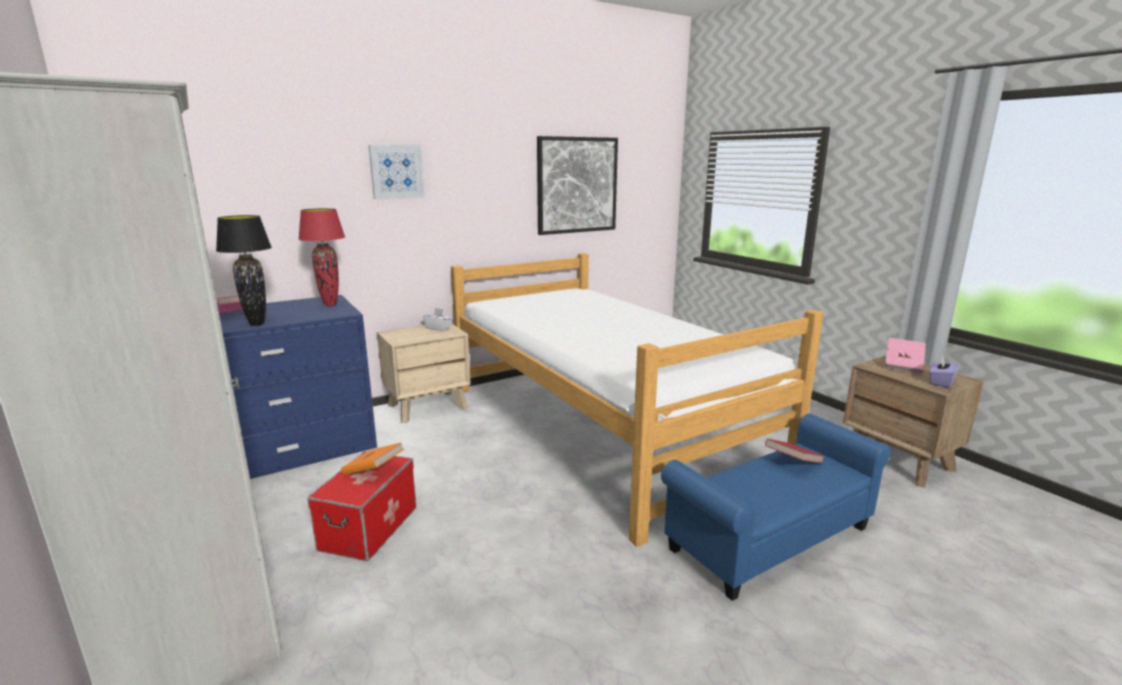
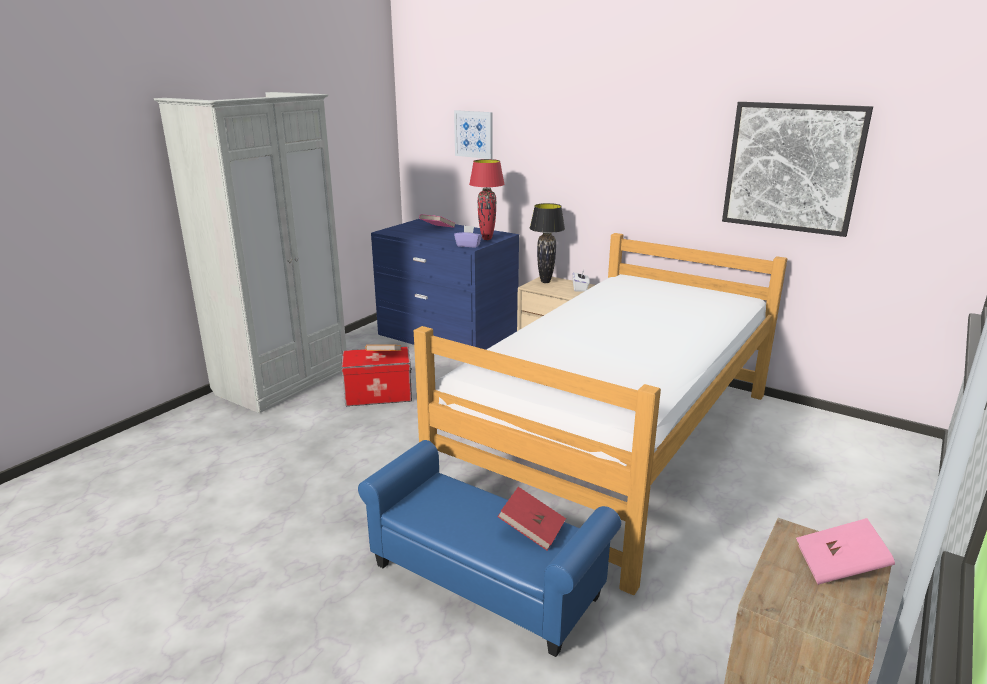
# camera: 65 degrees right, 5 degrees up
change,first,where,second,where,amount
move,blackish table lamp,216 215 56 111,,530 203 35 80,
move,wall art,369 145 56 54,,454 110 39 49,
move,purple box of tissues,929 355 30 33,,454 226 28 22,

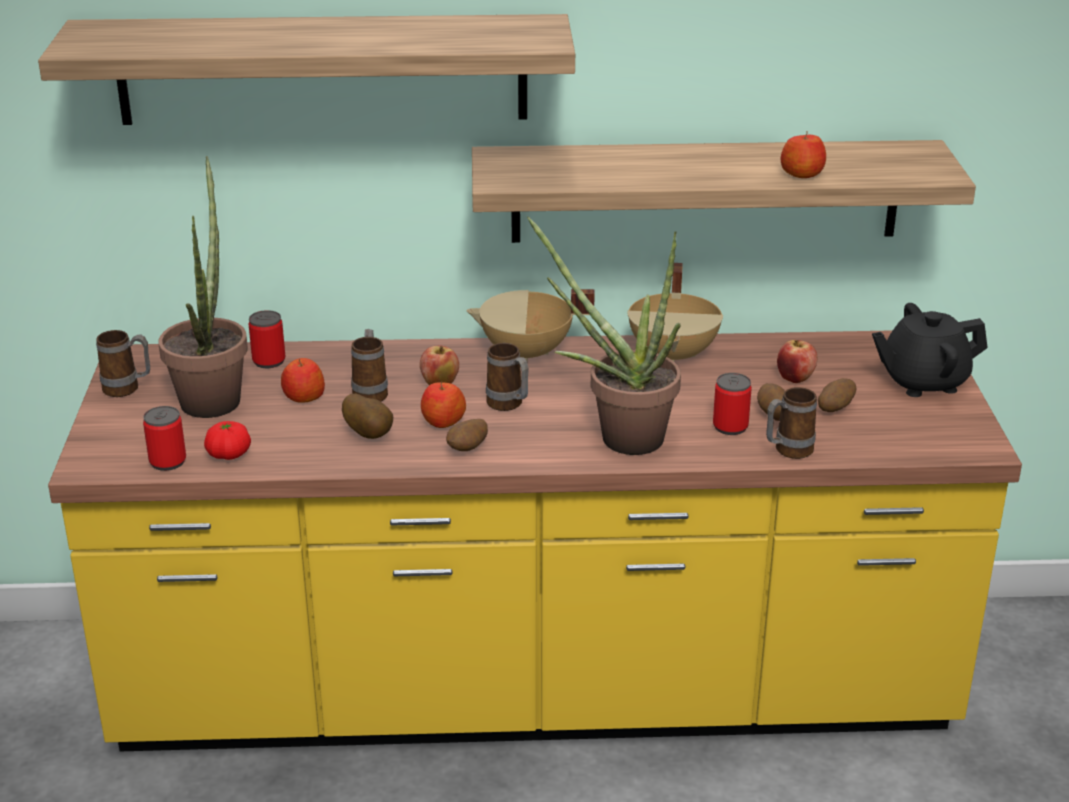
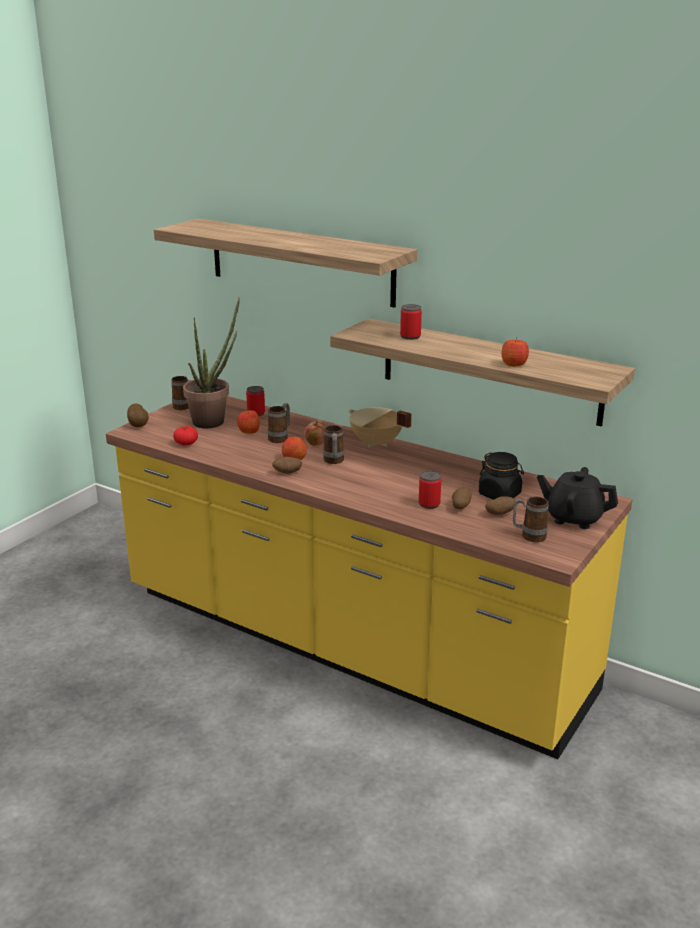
# camera: 35 degrees right, 5 degrees down
change,first,where,second,where,amount
delete,houseplant,527 216 154 239,,,
delete,beige stockpot,628 263 95 98,,,
move,sealed can,143 406 43 65,,400 304 22 36,
move,spud,342 394 51 45,,127 403 22 24,
move,mug,766 387 51 72,,513 497 36 45,
replace,whole apple,777 340 40 43,blackish storage jar,479 452 45 48,

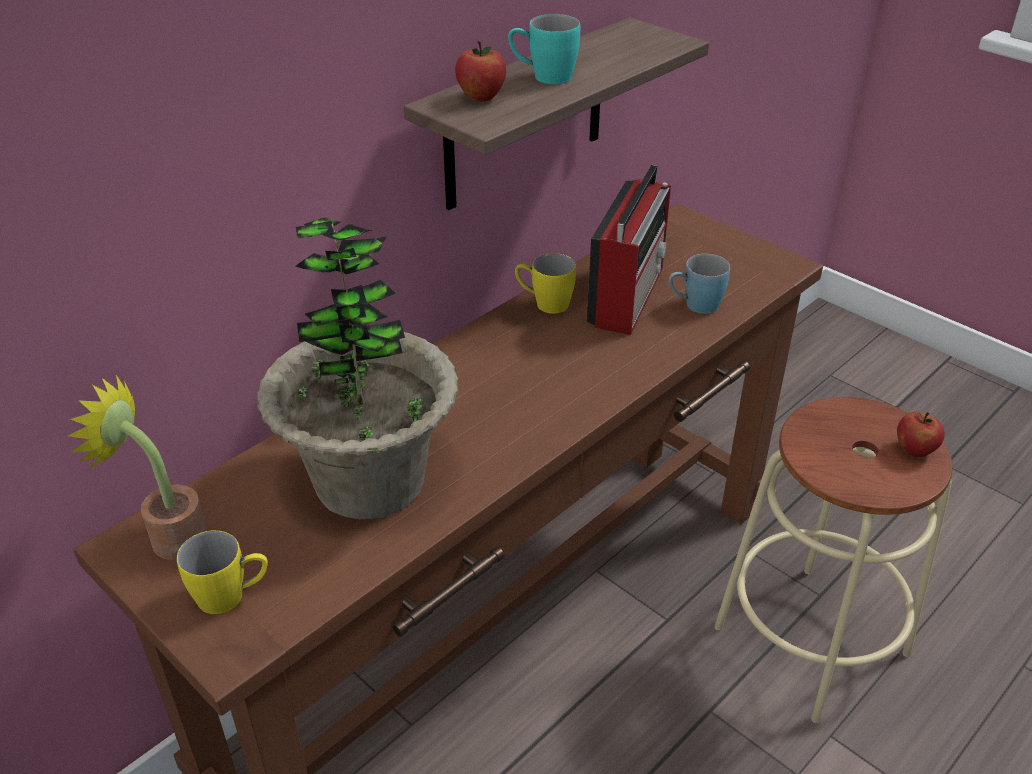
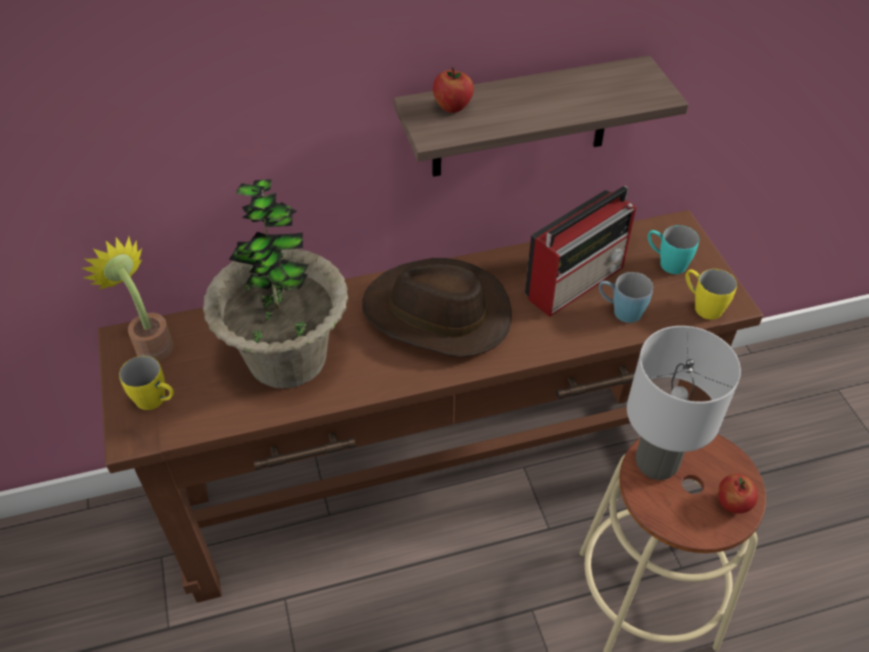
# camera: 30 degrees right, 10 degrees up
change,first,where,second,where,amount
insert,,,brownish hat,362 258 150 100,
insert,,,white-coloured table lamp,627 326 114 154,
move,turquoise-coloured mug,508 14 72 70,,648 225 51 49,
move,yellow-coloured mug,515 253 61 61,,686 269 51 51,

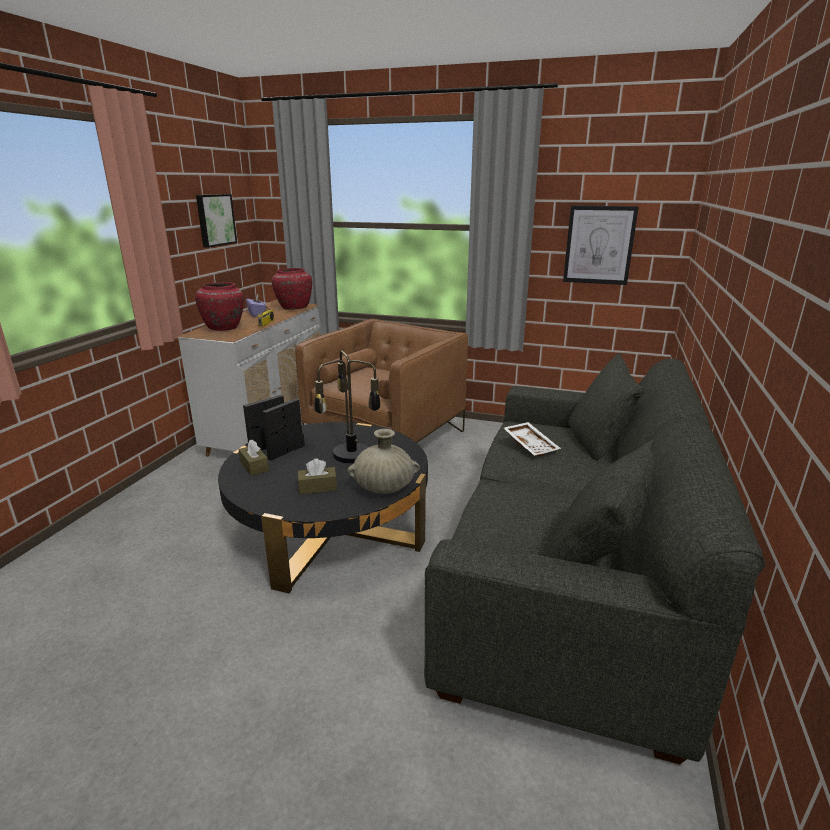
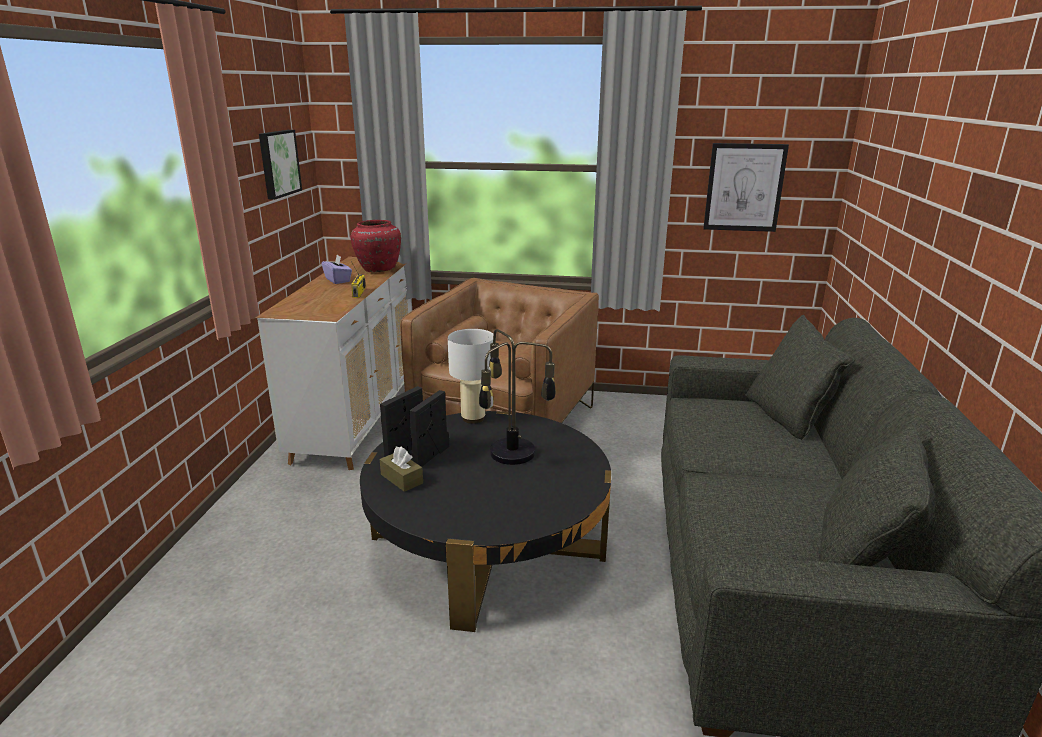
# camera: 10 degrees left, 0 degrees up
change,first,where,second,where,amount
delete,red decorative vase,195 282 49 49,,,
delete,brownish box of tissues,298 458 39 36,,,
delete,beige decorative vase,347 429 73 65,,,
delete,white-coloured tray,504 422 57 34,,,
insert,,,white-coloured table lamp,448 329 45 95,

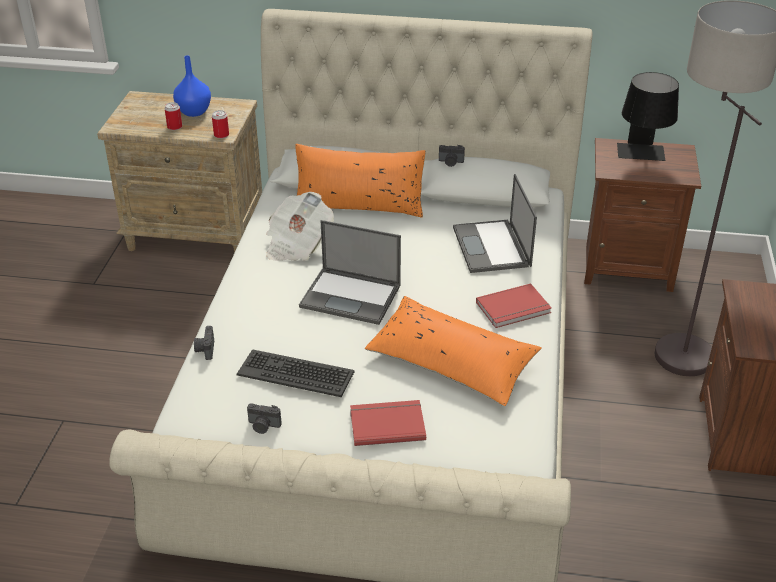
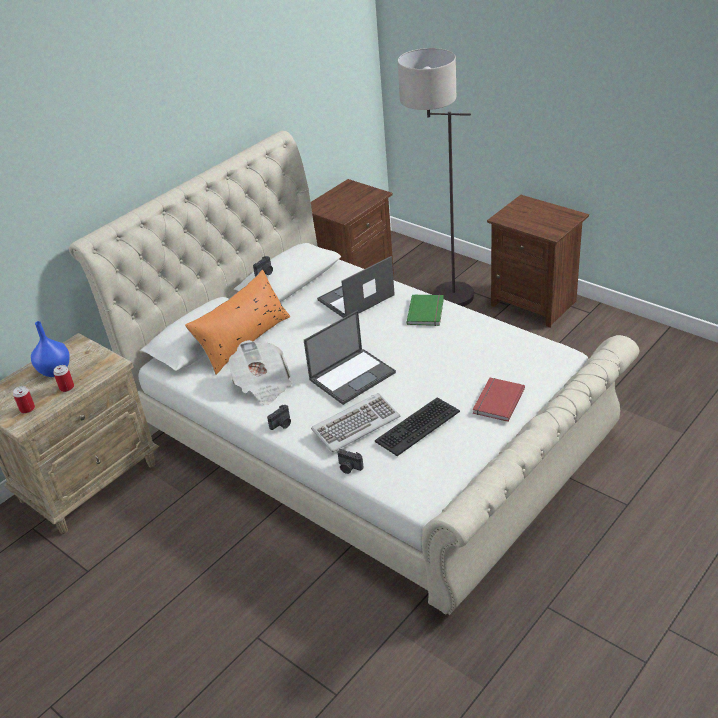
# camera: 55 degrees left, 0 degrees up
change,first,where,second,where,amount
delete,orangey pillow,365 296 177 110,,,
delete,blackish table lamp,617 72 62 89,,,
insert,,,keyboard,311 393 89 59,
move,sealed can,212 110 17 28,,13 386 22 28,
move,photo camera,247 403 35 31,,267 405 24 25,
recolor,red bound book,476 283 76 45,green-coloured bound book,407 295 37 31,
rotate,notebook computer,453 174 84 99,,317 256 78 62,120 degrees clockwise

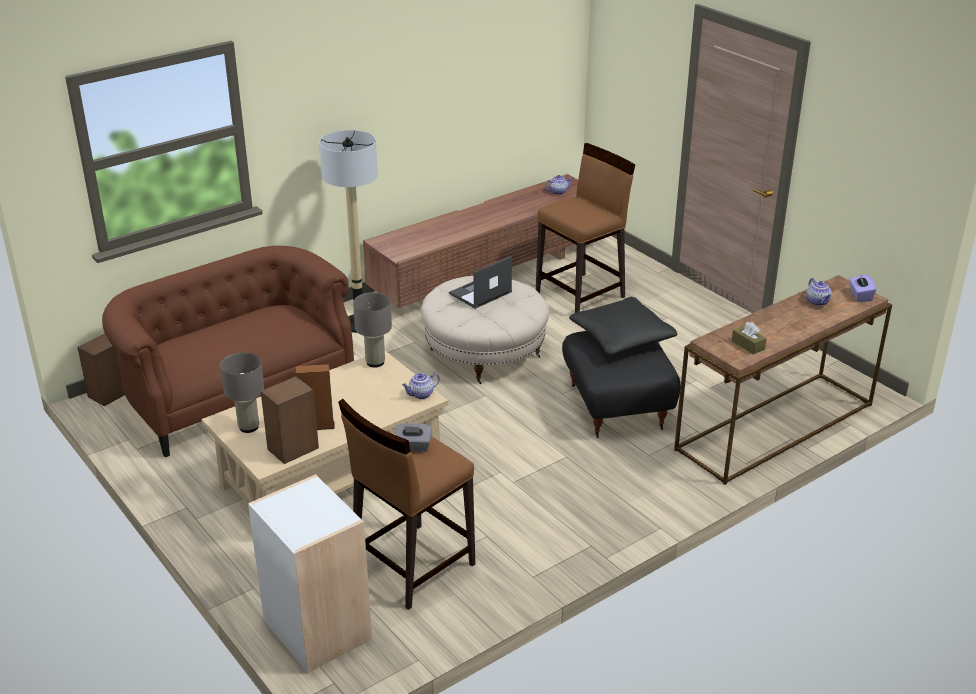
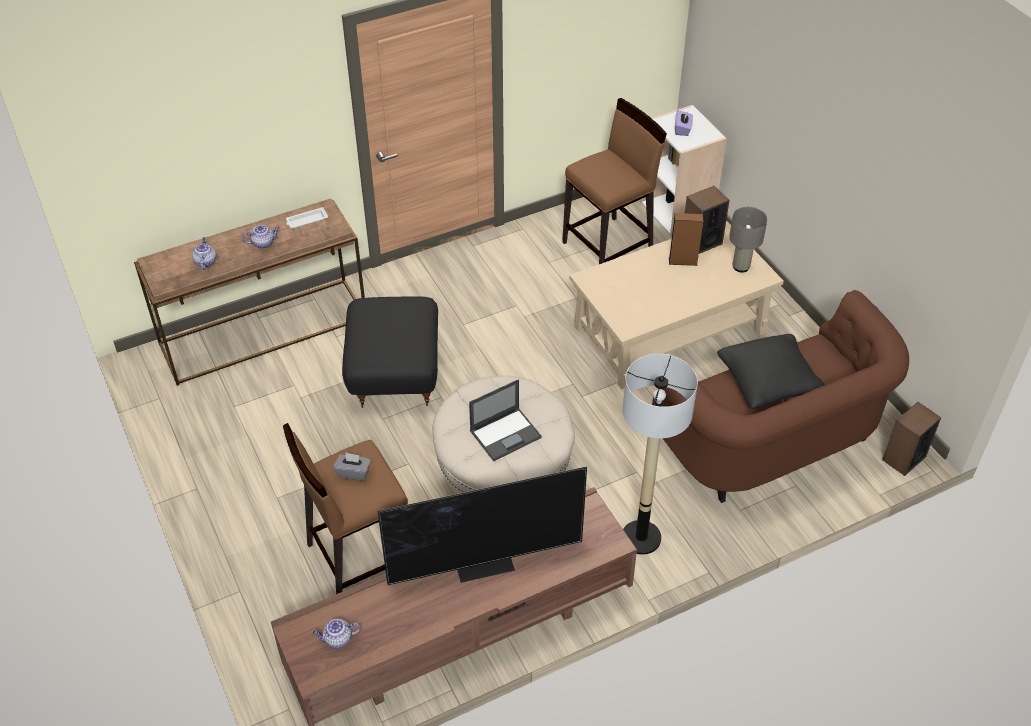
# camera: 170 degrees left, 15 degrees up
change,first,where,second,where,amount
delete,greyish table lamp,353 292 39 76,,,
insert,,,TV,378 466 209 119,
move,greyish box of tissues,395 423 36 29,,333 453 38 28,
move,tea pot,402 373 38 26,,243 225 37 24,
move,blackish pillow,569 297 108 59,,717 334 107 75,
move,purple box of tissues,849 274 27 27,,675 110 18 26,
replace,brownish box of tissues,732 322 35 33,white-coloured tray,286 207 42 21,

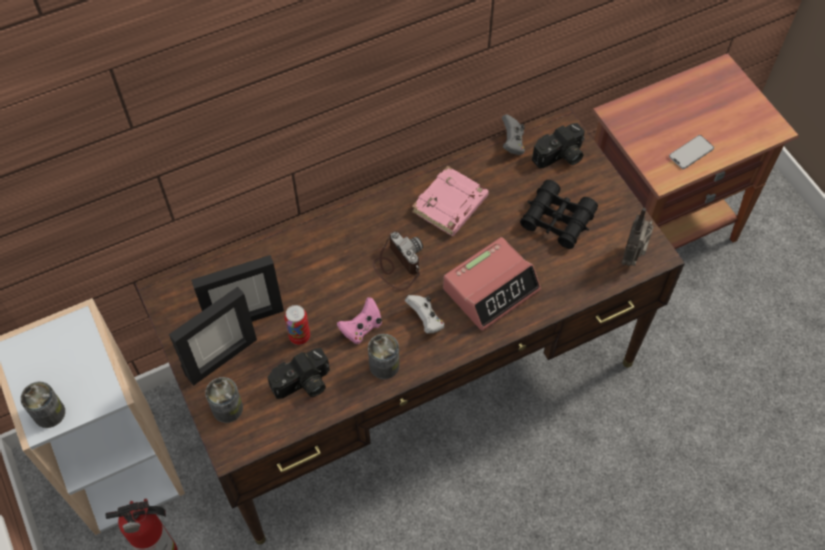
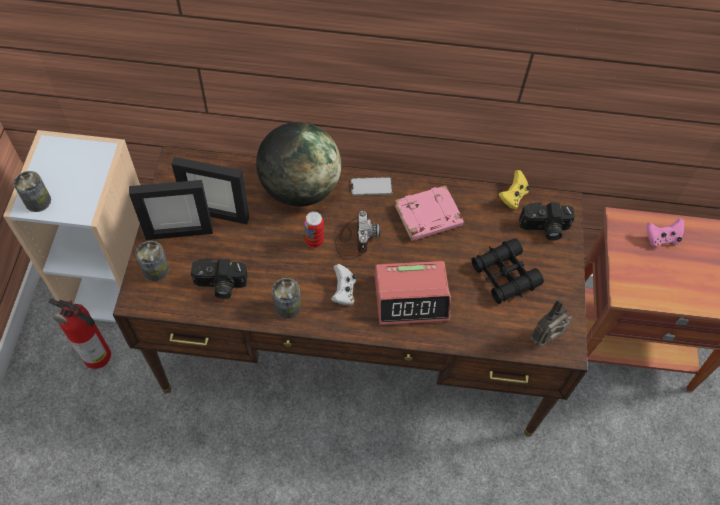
# camera: 30 degrees right, 0 degrees up
change,first,where,second,where,amount
insert,,,globe,256 122 85 85,
move,sealed can,285 305 25 40,,304 211 20 37,
move,pink gamepad,337 297 45 47,,647 218 37 30,
move,telephone,669 135 45 34,,351 177 42 19,
recolor,greyish gamepad,502 114 23 41,yellow-coloured gamepad,499 170 32 39,

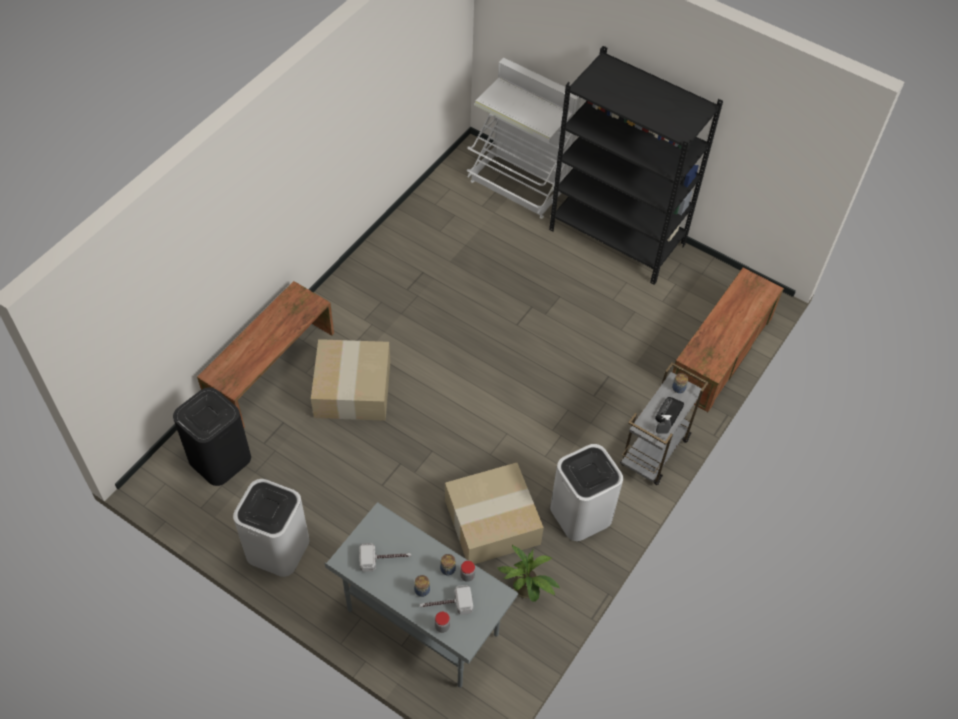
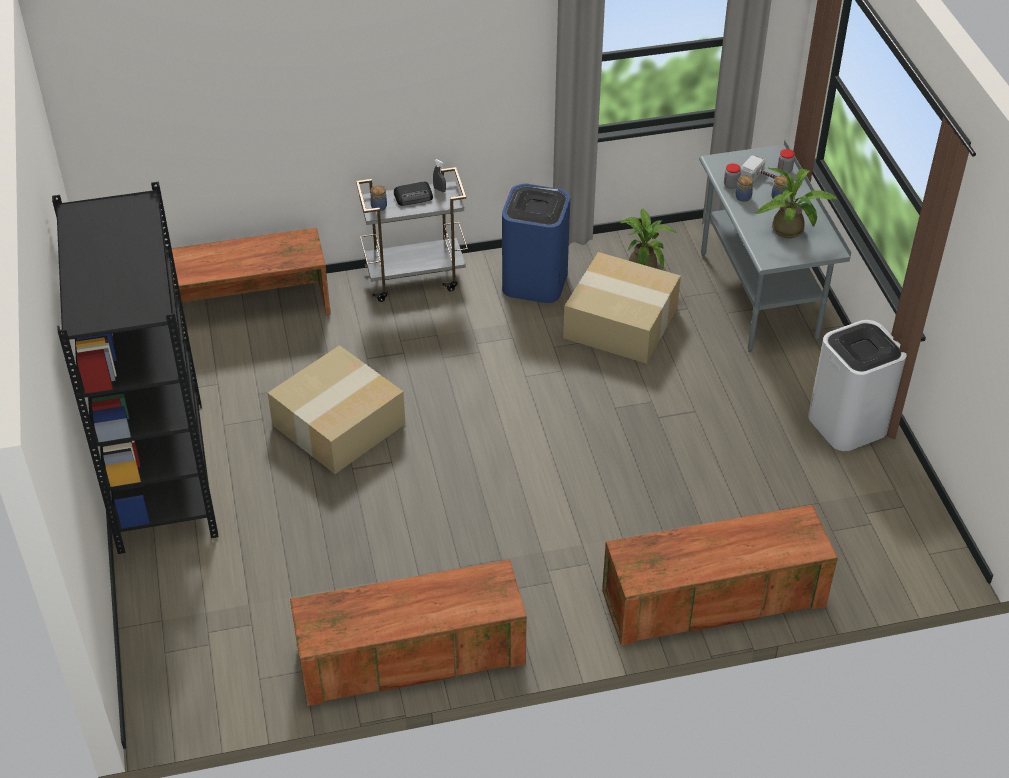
# camera: 135 degrees left, 10 degrees down
change,first,where,second,where,amount
delete,blackish trash can,173 387 78 99,,,
delete,white-coloured shoe rack,467 58 114 161,,,
insert,,,brownish indoor bench,290 560 237 146,
move,packing box,311 339 79 82,,268 345 138 129,
replace,hand hammer,359 543 52 29,houseplant,755 167 83 71,
recolor,white-coloured trash can,550 444 73 97,bluish trash can,502 184 68 119,

